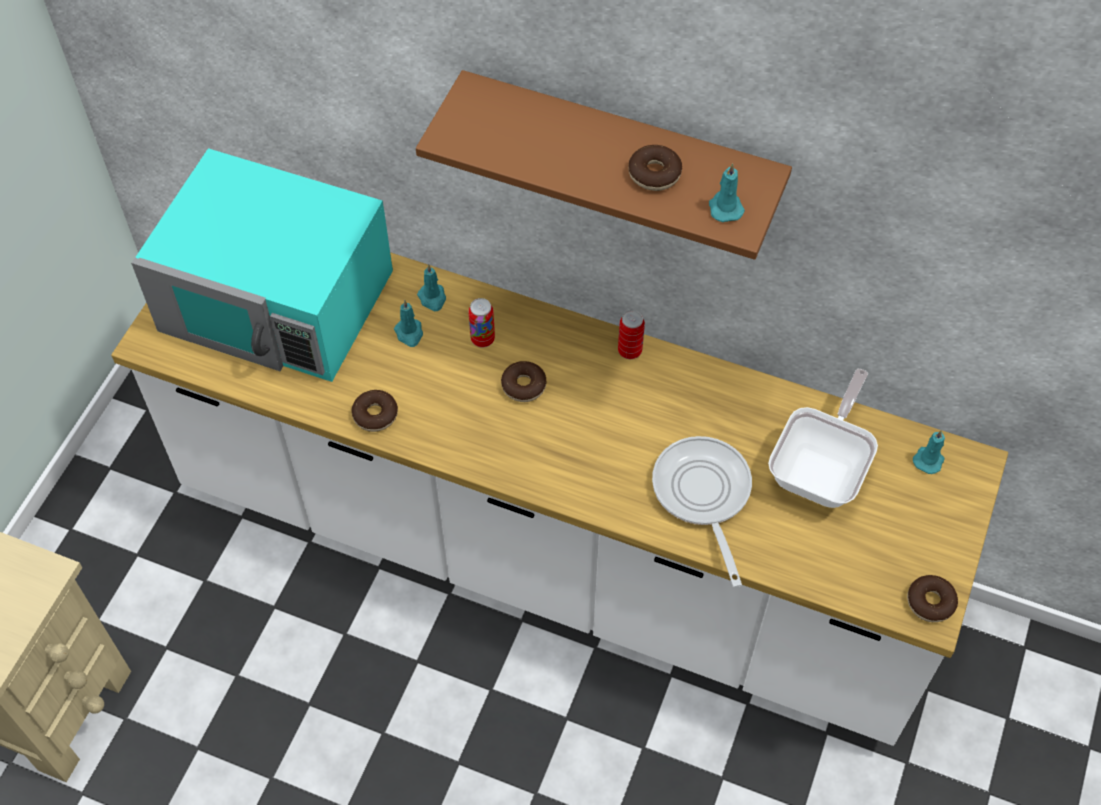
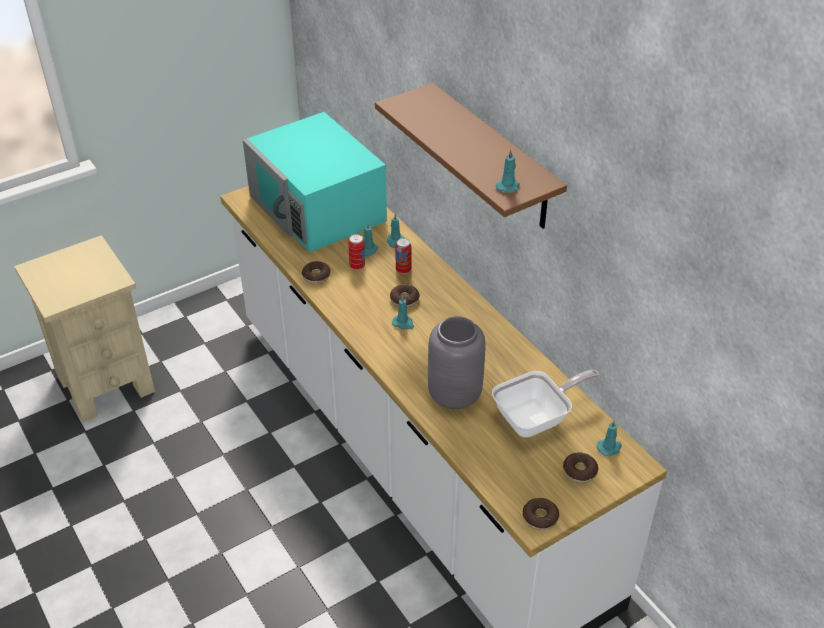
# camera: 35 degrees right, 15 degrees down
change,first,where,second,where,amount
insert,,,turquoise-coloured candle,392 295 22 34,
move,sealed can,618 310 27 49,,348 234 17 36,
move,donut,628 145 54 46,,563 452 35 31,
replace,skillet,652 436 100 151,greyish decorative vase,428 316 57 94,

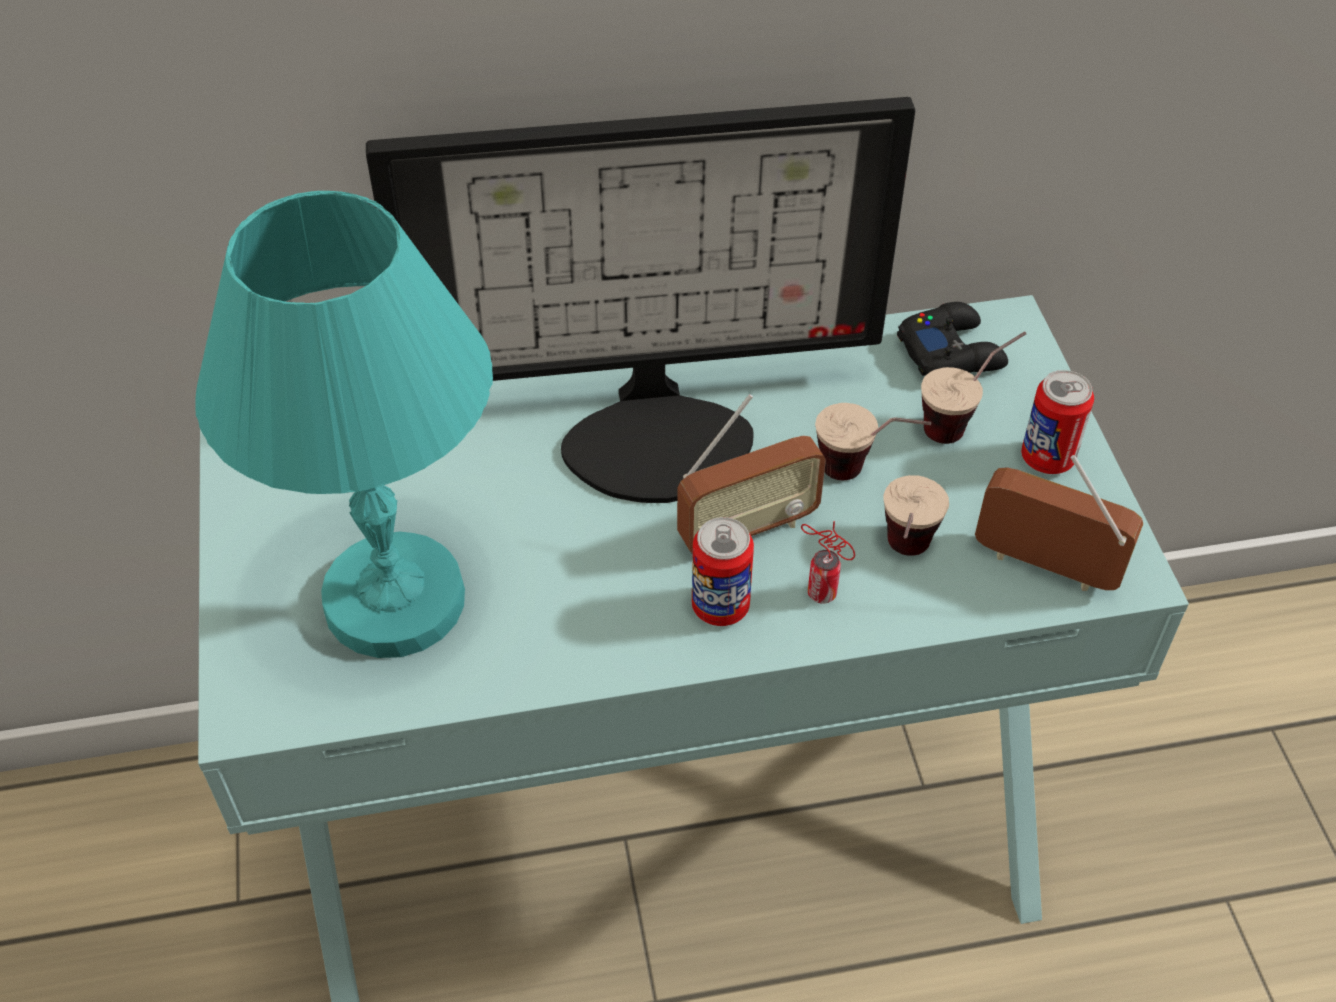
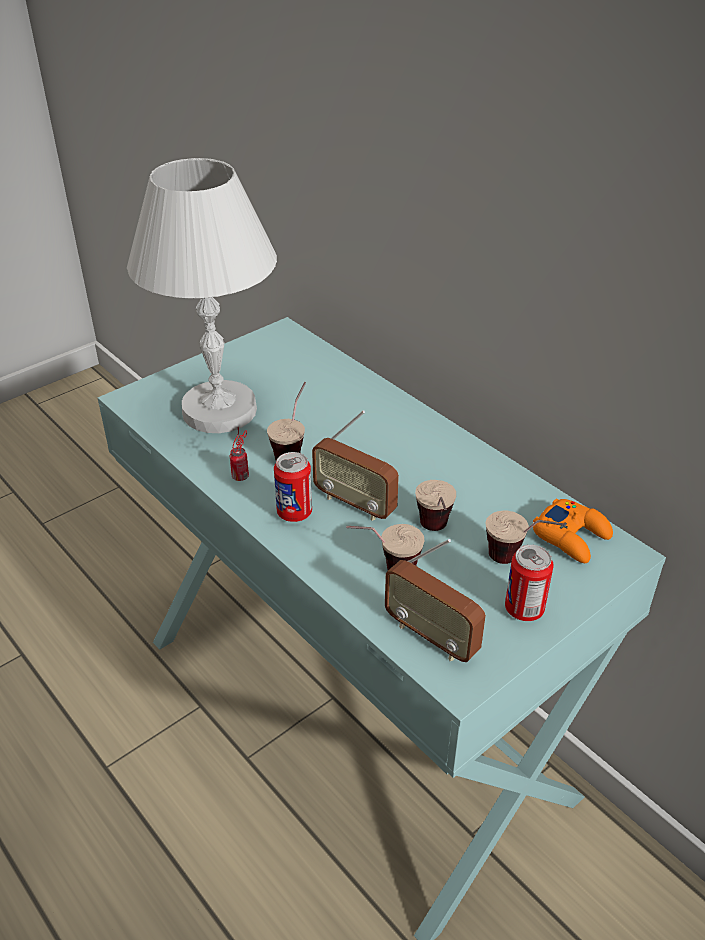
# camera: 60 degrees right, 10 degrees down
change,first,where,second,where,amount
delete,computer display,366 97 549 406,,,
insert,,,cup,267 382 39 78,
move,sealed can,801 521 54 83,,230 427 19 54,
recolor,turquoise-coloured table lamp,195 191 298 467,white-coloured table lamp,127 158 150 275,
recolor,blackish gamepad,897 302 111 74,orangey gamepad,533 498 80 65,
rotate,radio set,975 455 168 136,,385 539 101 123,135 degrees clockwise

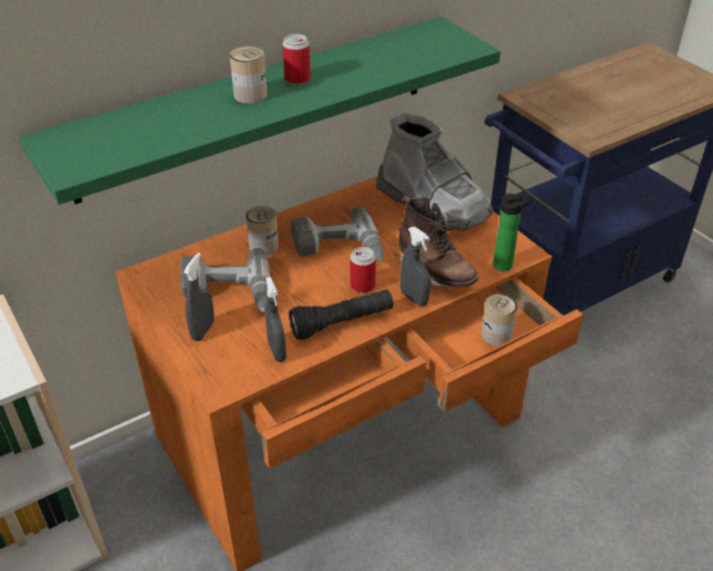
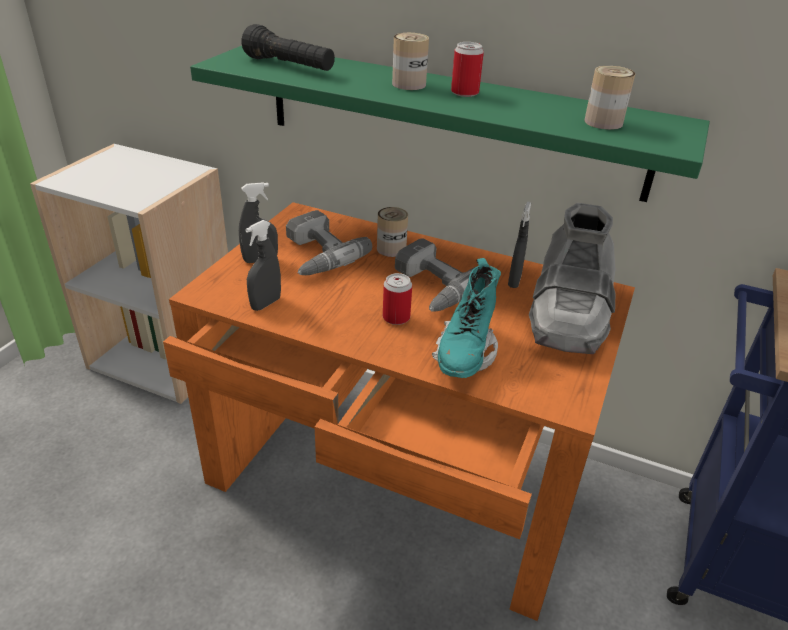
# camera: 55 degrees right, 5 degrees down
change,first,where,second,where,amount
delete,beverage bottle,493 193 39 78,,,
move,blackish flashlight,289 289 104 51,,242 24 93 47,
move,greyish spray bottle,400 227 31 79,,508 202 23 86,
move,sealed can,481 294 36 52,,584 66 52 64,
recolor,brownish tall boot,398 196 81 91,turquoise-coloured tall boot,432 258 69 120,

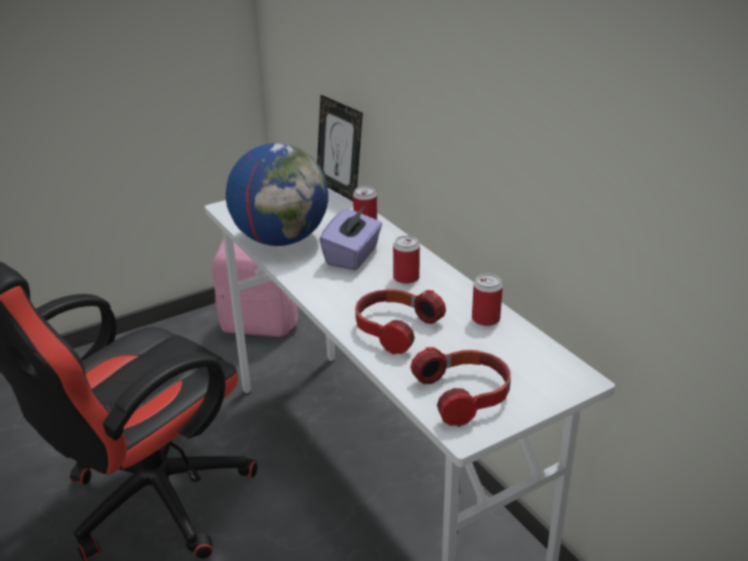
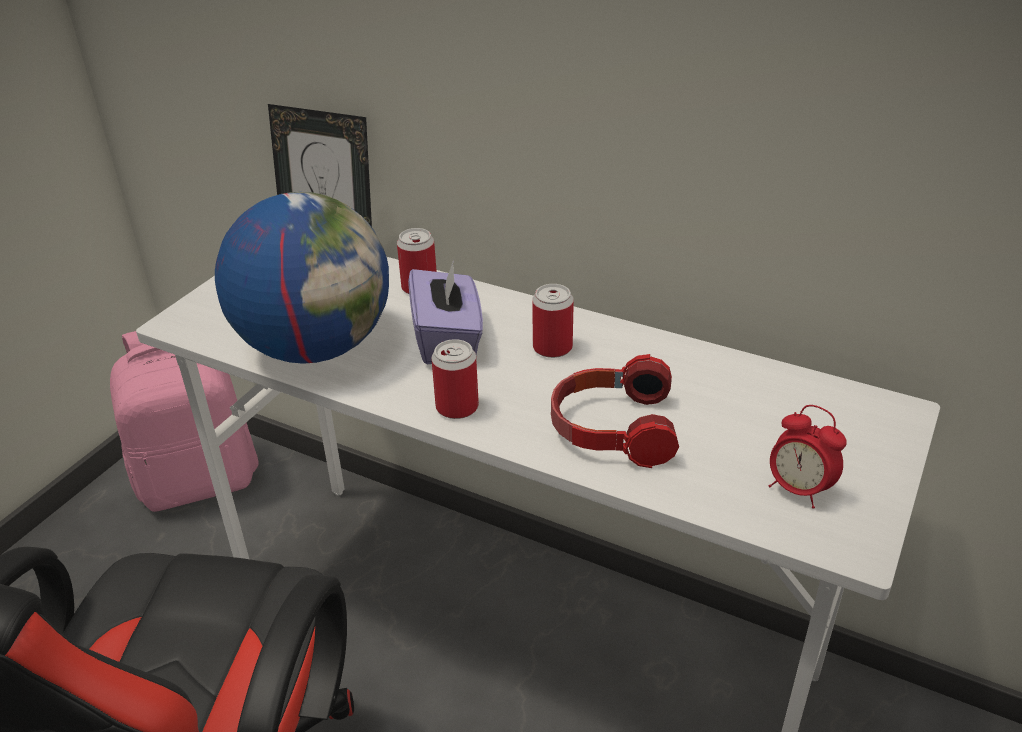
# camera: 30 degrees left, 5 degrees up
change,first,where,second,where,amount
move,sealed can,472 274 31 52,,431 339 48 80,
replace,headphones,410 347 101 80,table clock,769 405 78 104,

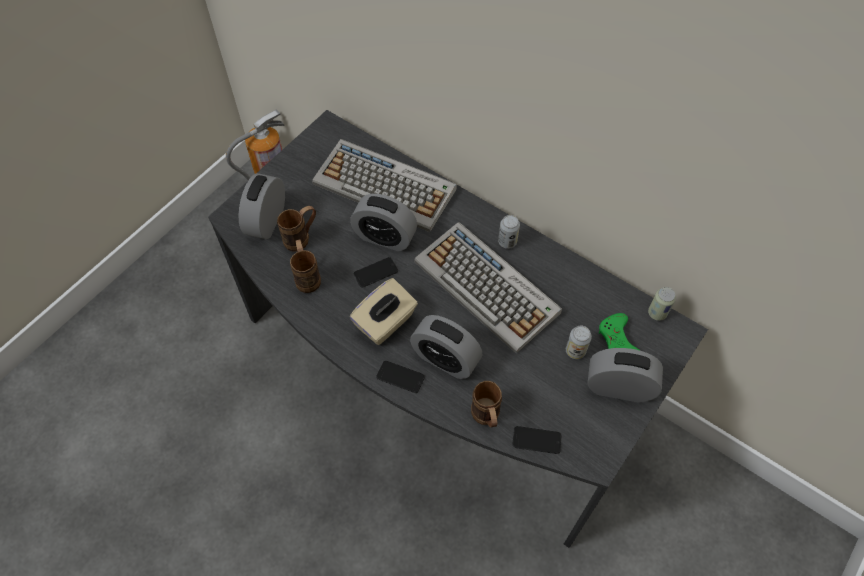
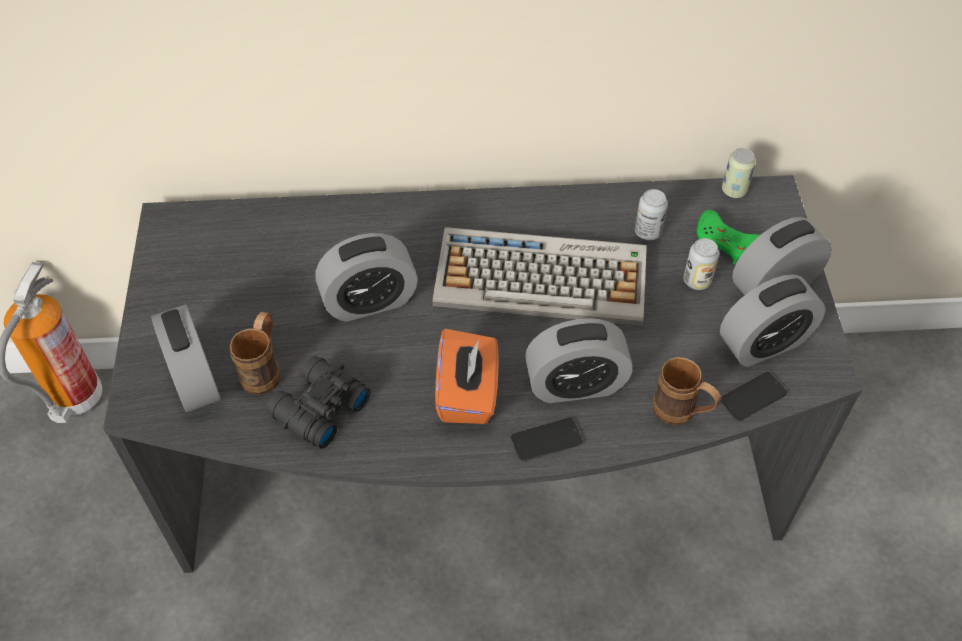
# camera: 40 degrees left, 5 degrees down
change,first,where,second,where,amount
delete,keyboard,312 139 145 93,,,
delete,telephone,354 257 44 30,,,
insert,,,table clock,720 274 106 93,
move,sealed can,498 215 22 34,,635 189 33 51,
replace,brownish mug,290 239 31 54,blackish binoculars,266 356 104 93,
recolor,beige box of tissues,350 278 68 67,orangey box of tissues,435 329 63 95,

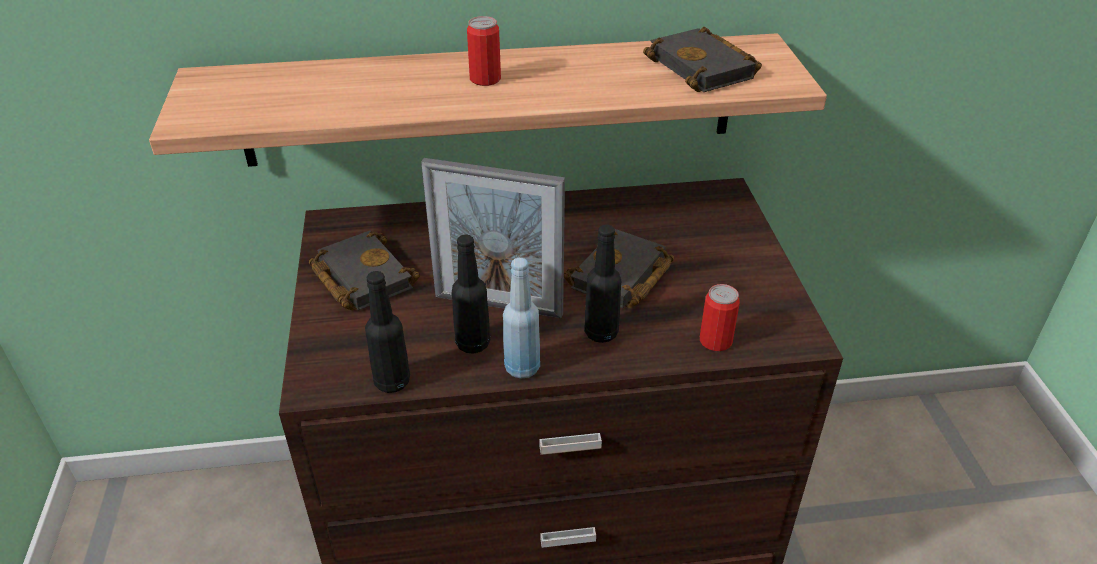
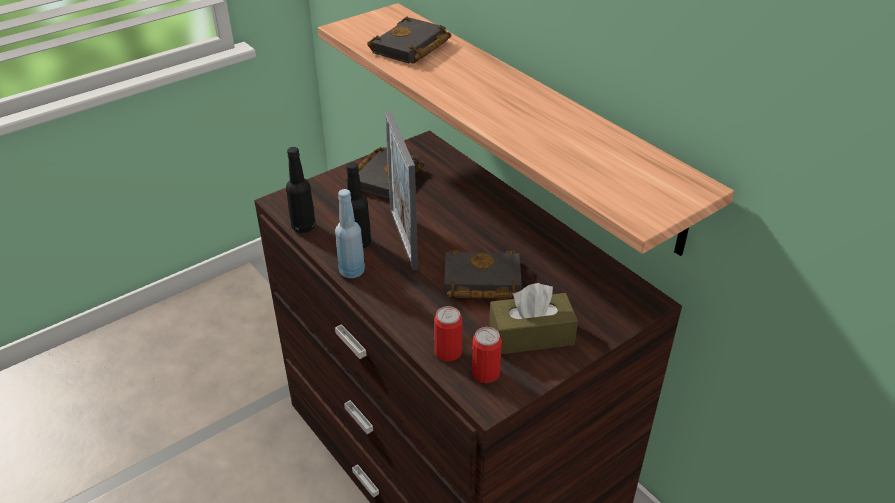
# camera: 60 degrees right, 0 degrees up
change,first,where,second,where,amount
delete,blackish beverage bottle,584 225 37 118,,,
insert,,,brownish box of tissues,489 283 89 71,
move,sealed can,467 16 34 70,,472 327 30 56,
move,blackish bound book,643 27 119 65,,367 17 85 47,

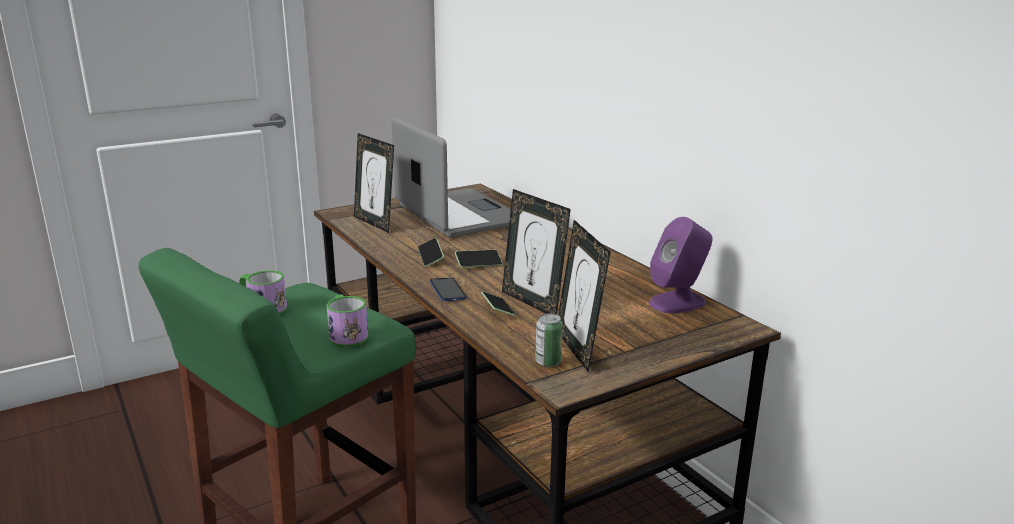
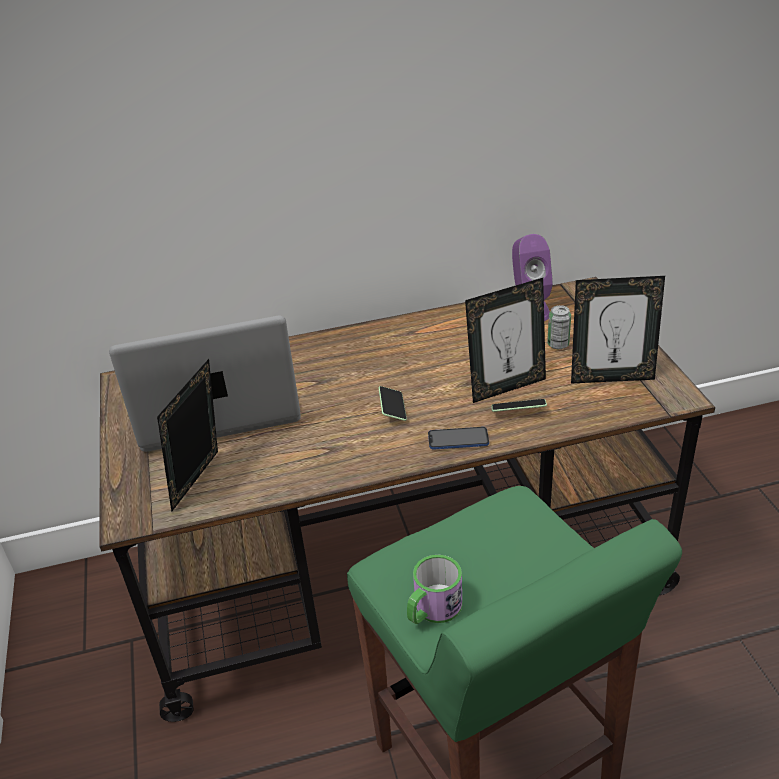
# camera: 70 degrees left, 15 degrees up
change,first,where,second,where,amount
delete,mug,327 294 41 53,,,
delete,telephone,418 238 26 29,,,
move,sealed can,535 314 28 53,,547 305 24 44,
rotate,photo frame,354 133 40 100,,157 359 61 153,135 degrees clockwise

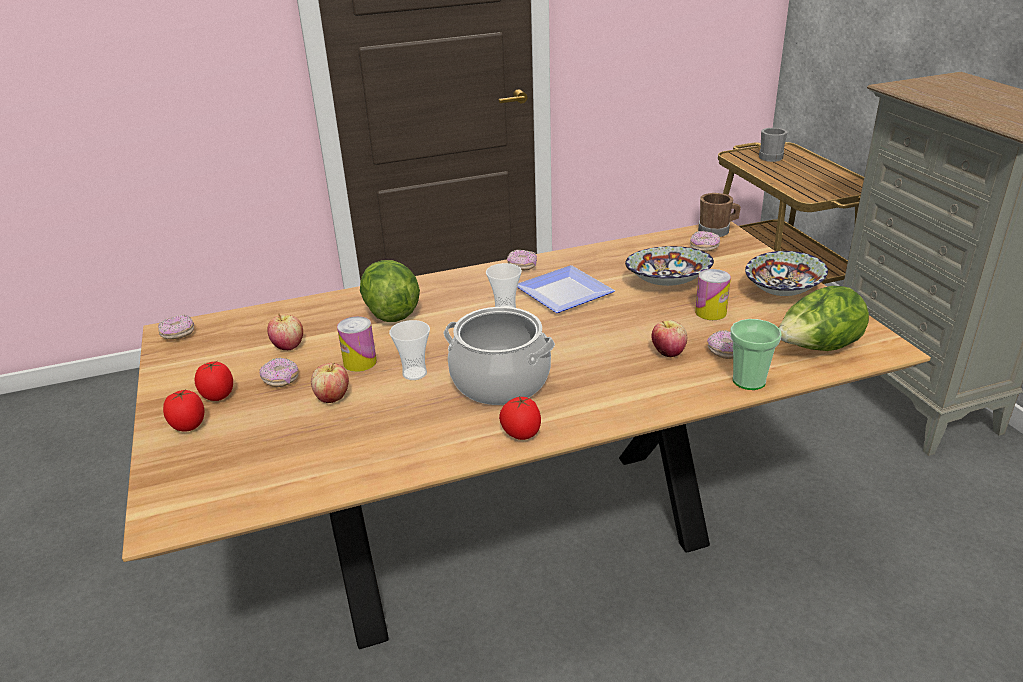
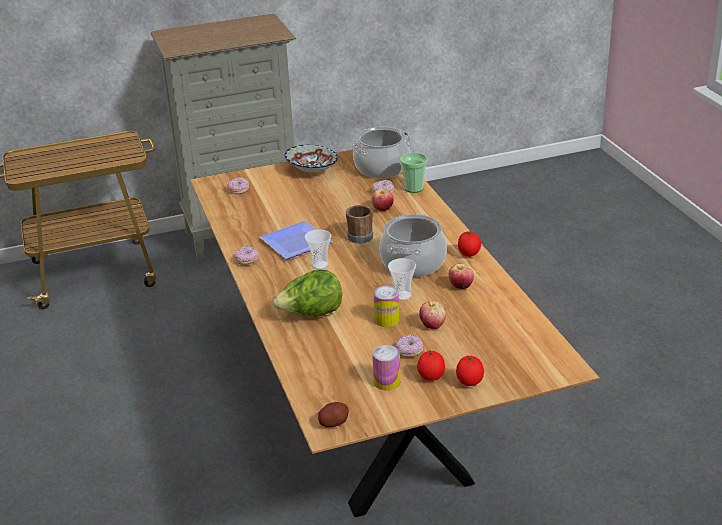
# camera: 90 degrees left, 0 degrees up
change,first,where,second,where,amount
delete,bowl,625 246 89 40,,,
delete,greyish mug,759 128 28 34,,,
move,whole apple,267 313 36 37,,449 264 25 25,
move,sealed can,695 269 36 51,,372 345 28 45,
move,brownish mug,698 193 43 44,,346 205 27 38,
replace,donut,158 314 36 26,spud,318 402 31 25,
replace,head of lettuce,779 286 90 65,stockpot,351 127 60 51,

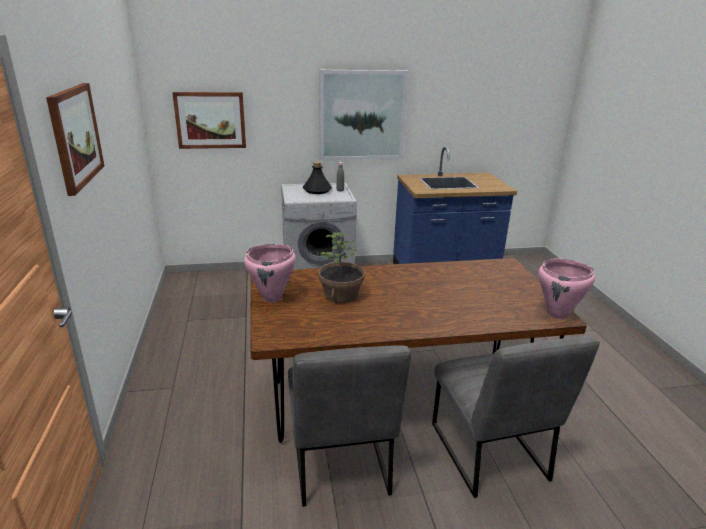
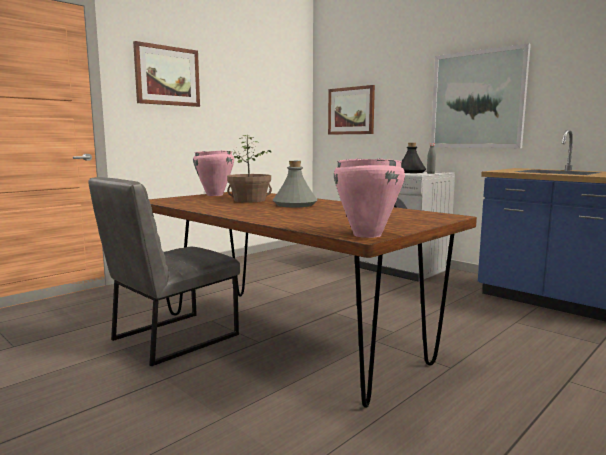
# camera: 55 degrees right, 15 degrees down
change,first,where,second,where,amount
delete,greyish plain chair,432 336 168 162,,,
insert,,,greyish beverage bottle,273 161 44 46,

